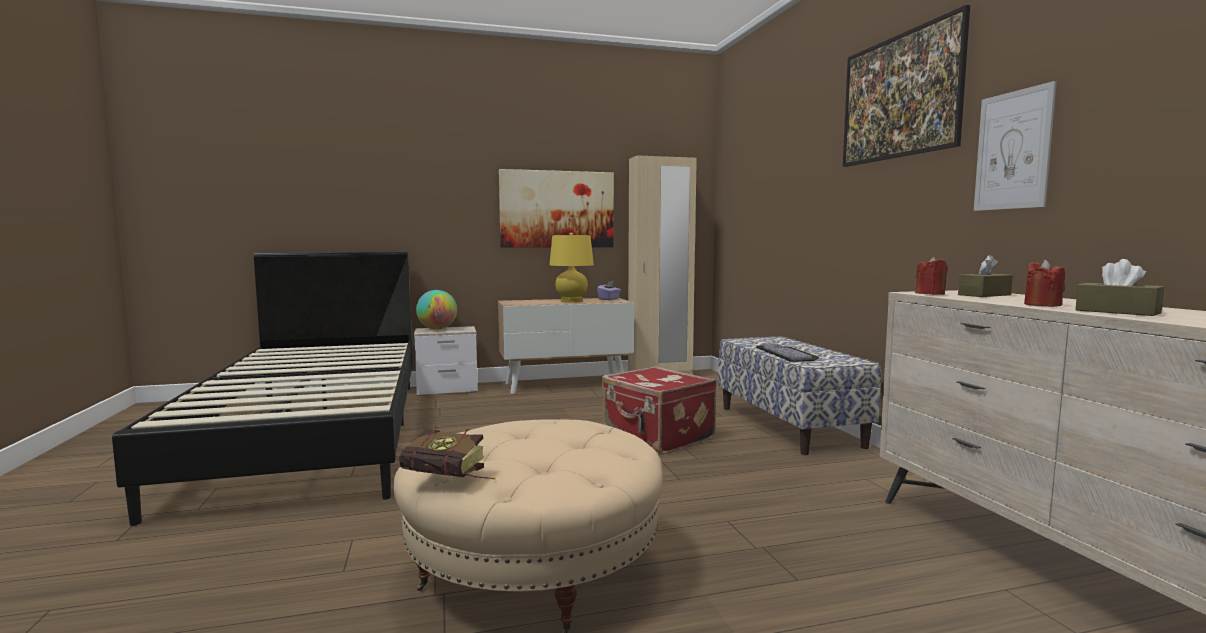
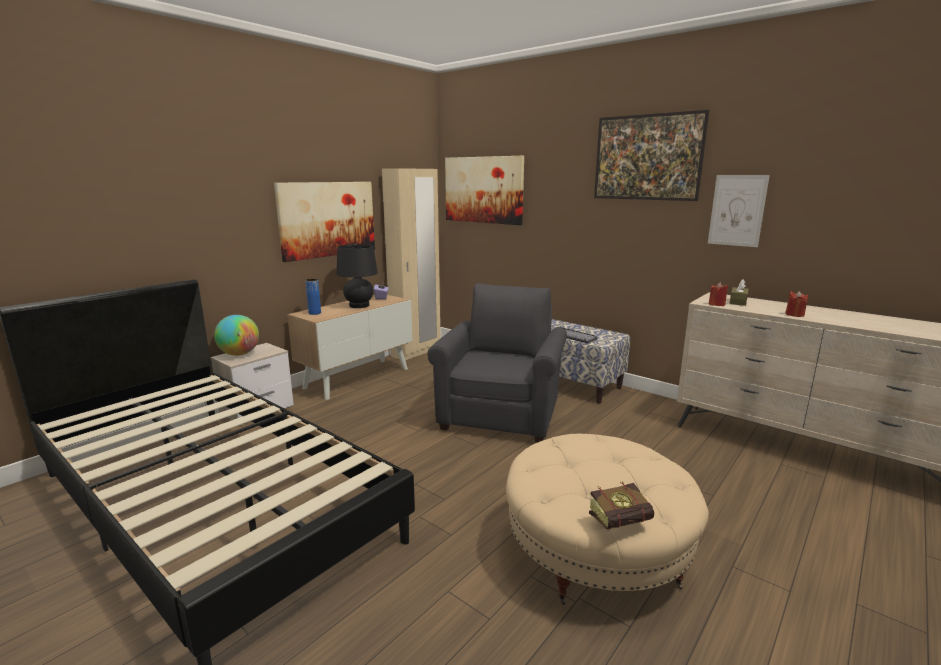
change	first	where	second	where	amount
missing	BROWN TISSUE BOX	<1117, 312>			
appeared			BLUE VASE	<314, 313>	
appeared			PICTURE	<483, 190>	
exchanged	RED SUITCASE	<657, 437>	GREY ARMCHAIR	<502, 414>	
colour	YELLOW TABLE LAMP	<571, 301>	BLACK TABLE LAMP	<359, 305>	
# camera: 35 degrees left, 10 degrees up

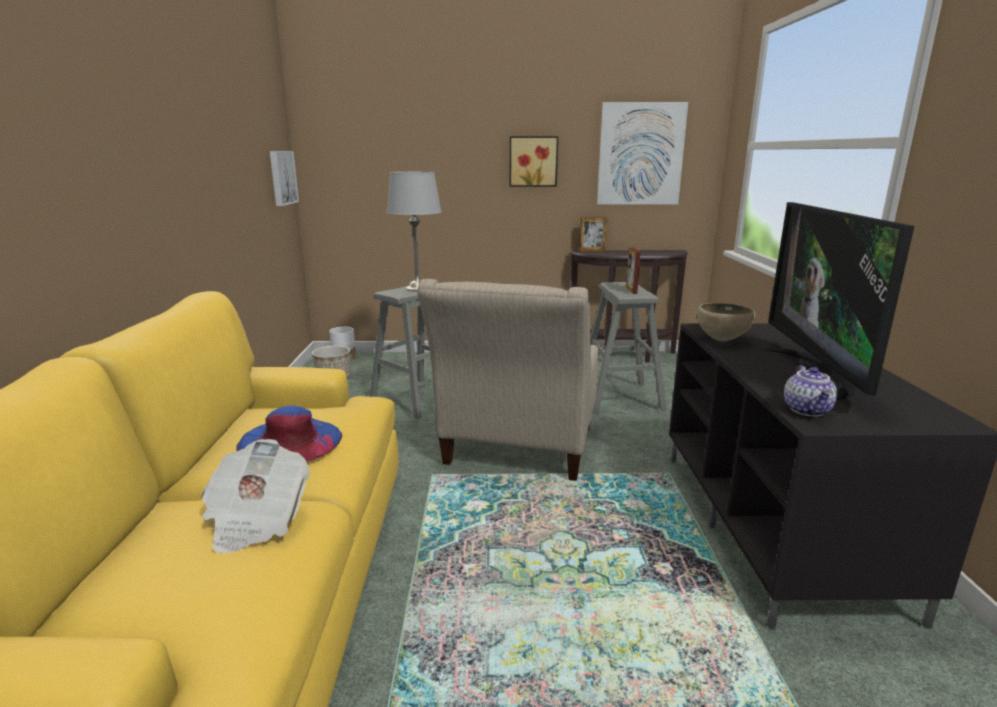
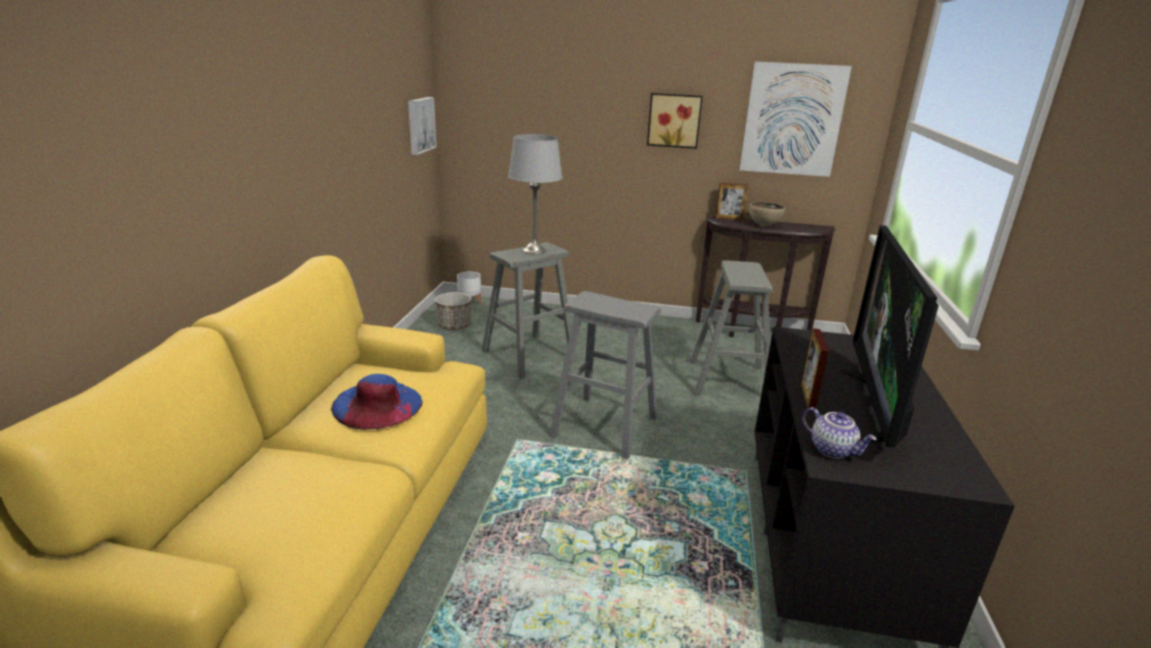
change	first	where	second	where	amount
missing	NEWSPAPER	<256, 519>			
relocated	PICTURE FRAME	<631, 290>		<808, 397>	
relocated	BROWN BOWL	<722, 340>		<764, 226>	
exchanged	BEIGE ARMCHAIR	<517, 451>	GREY STOOL	<604, 426>	
spun	TEAPOT	<808, 410>		<833, 450>	60 degrees counterclockwise
# camera: 10 degrees right, 5 degrees up

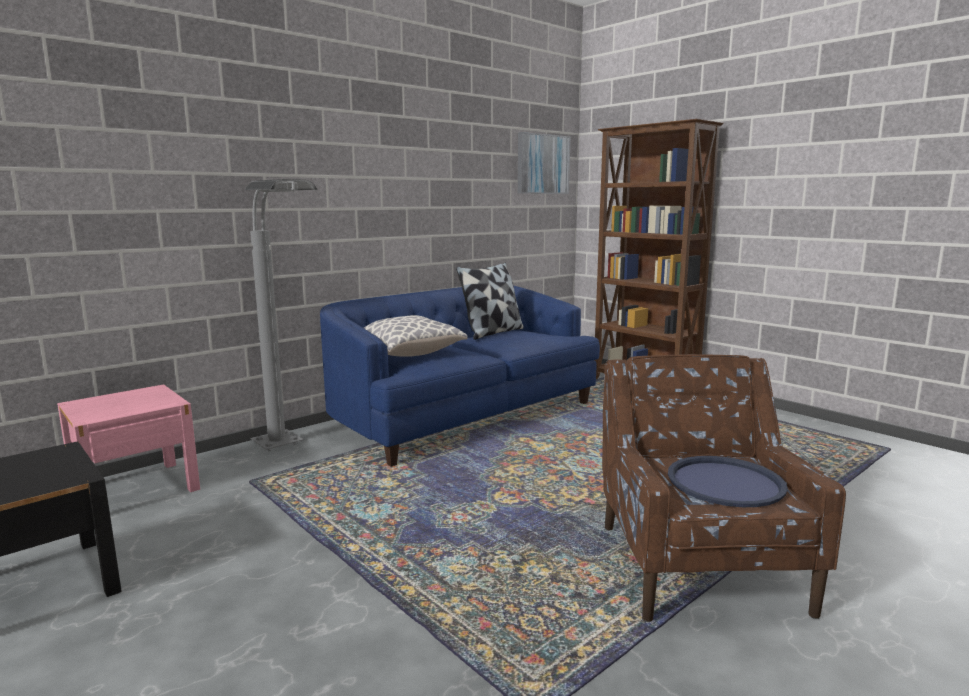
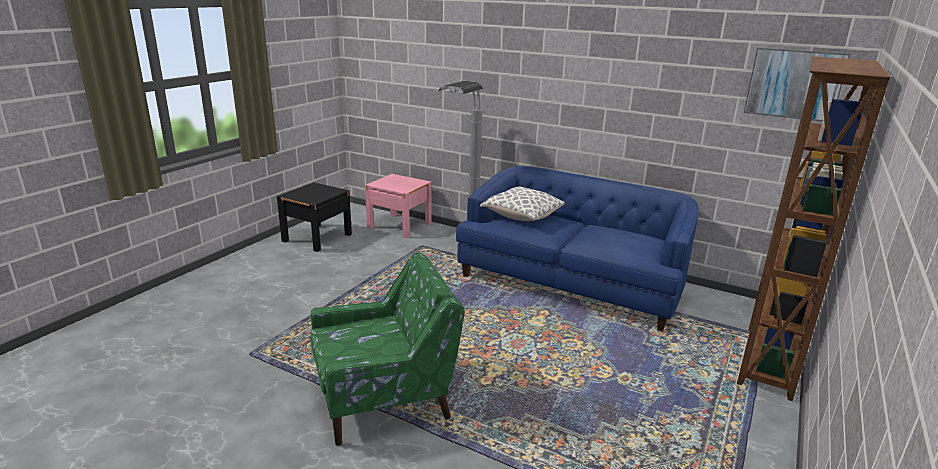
change	first	where	second	where	amount
missing	PILLOW	<492, 332>			
missing	BLUE TRAY	<725, 482>			
colour	BROWN ARMCHAIR	<698, 565>	GREEN ARMCHAIR	<385, 398>	
# camera: 70 degrees right, 10 degrees up

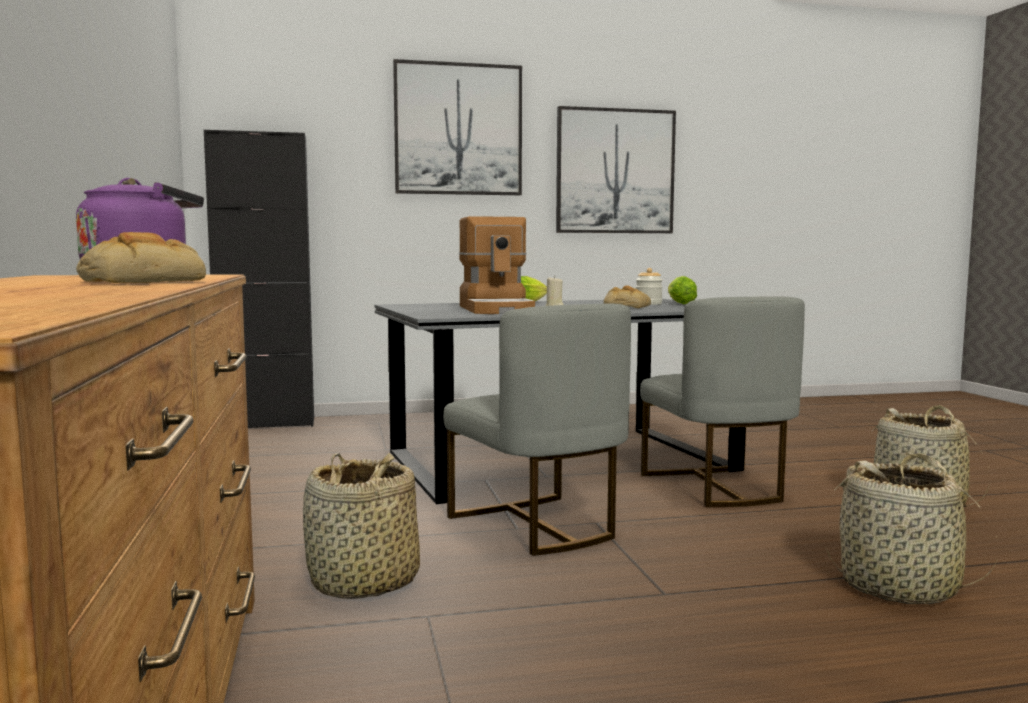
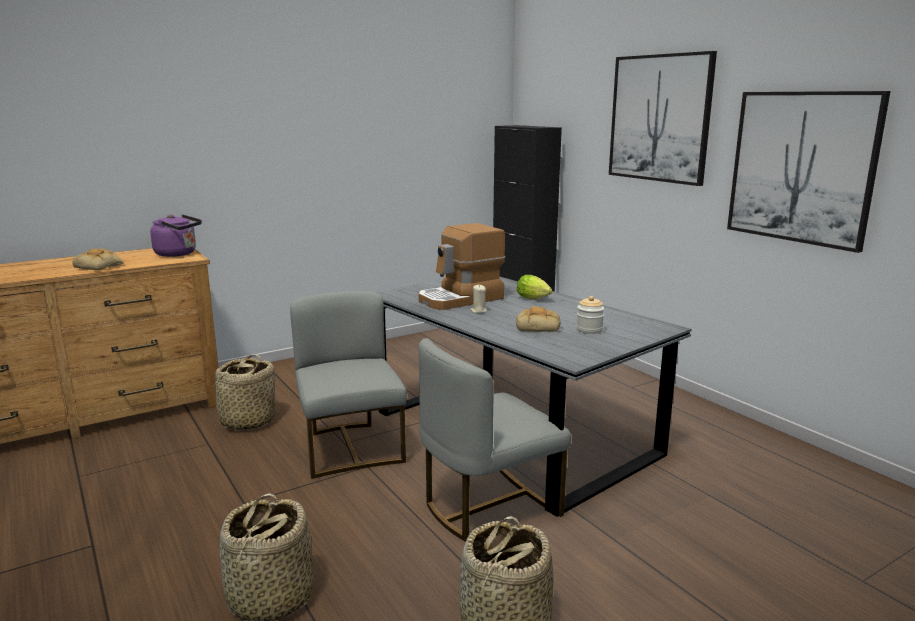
change	first	where	second	where	amount
missing	LETTUCE	<679, 303>			
spun	GREY CHAIR	<537, 526>		<350, 448>	120 degrees clockwise
# camera: 70 degrees right, 10 degrees up

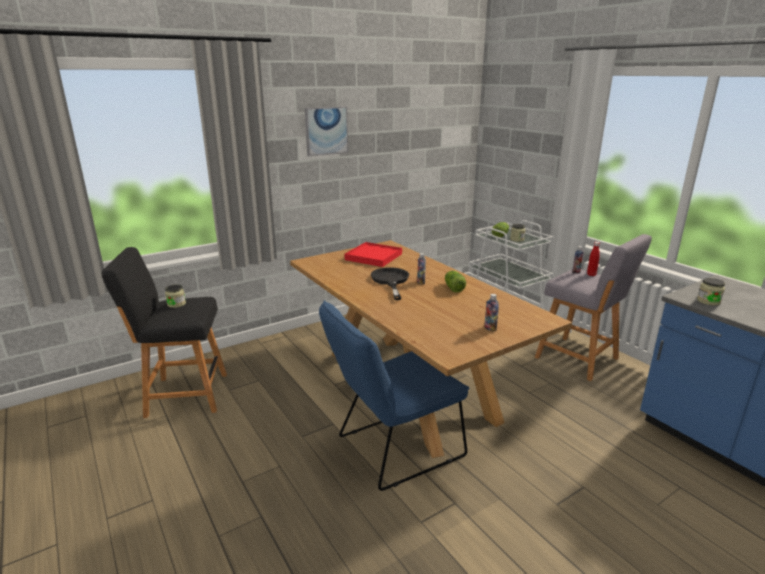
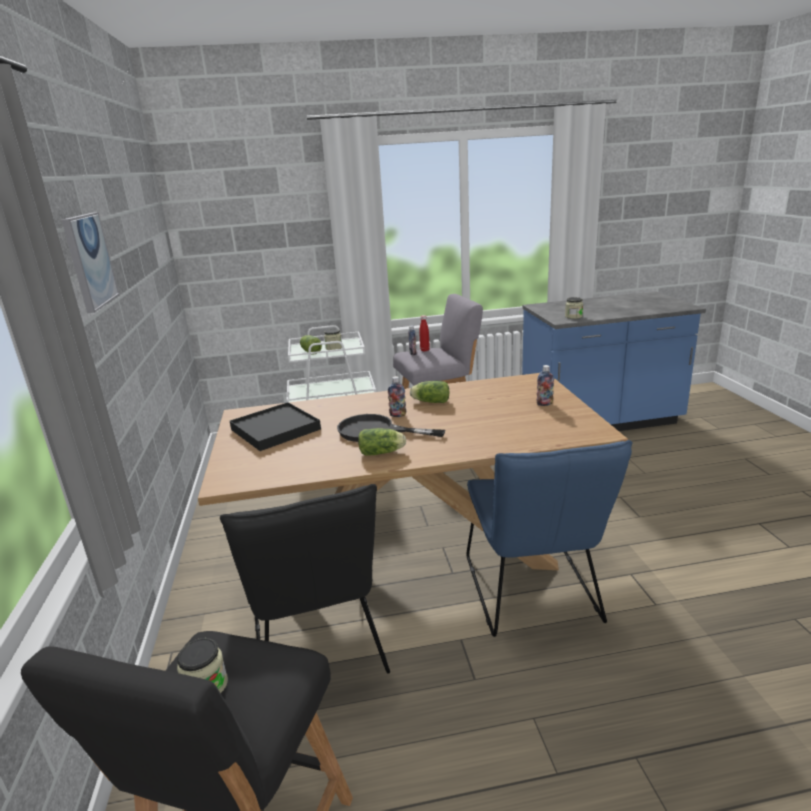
change	first	where	second	where	amount
appeared			BLACK CHAIR	<319, 650>	
appeared			LETTUCE	<383, 452>	
colour	RED TRAY	<373, 257>	BLACK TRAY	<276, 429>	
# camera: 65 degrees left, 0 degrees up

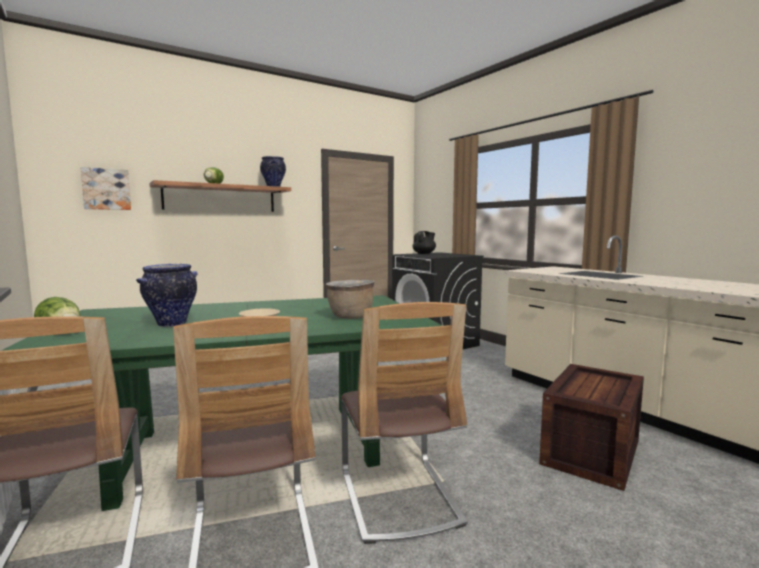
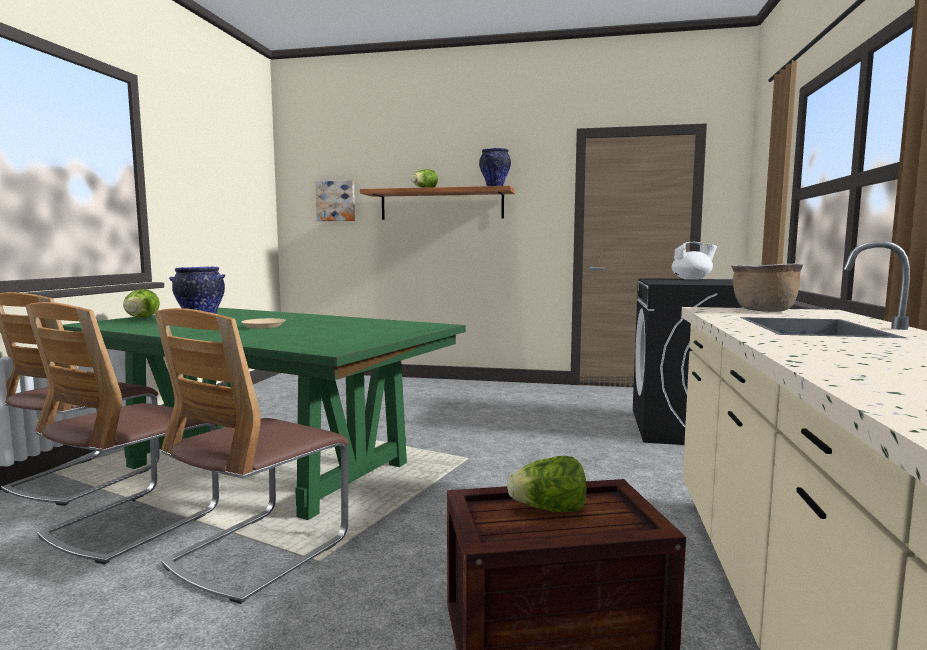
change	first	where	second	where	amount
appeared			LETTUCE	<549, 510>	
relocated	BROWN COOKING POT	<350, 317>		<763, 311>	
colour	BLACK TEAPOT	<424, 253>	WHITE TEAPOT	<692, 279>	
# camera: 45 degrees right, 0 degrees up

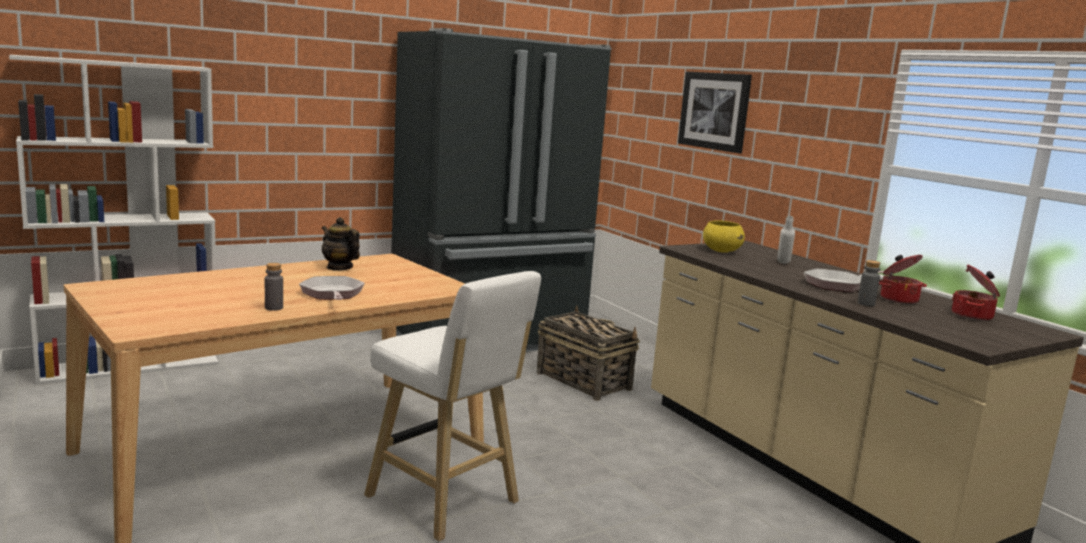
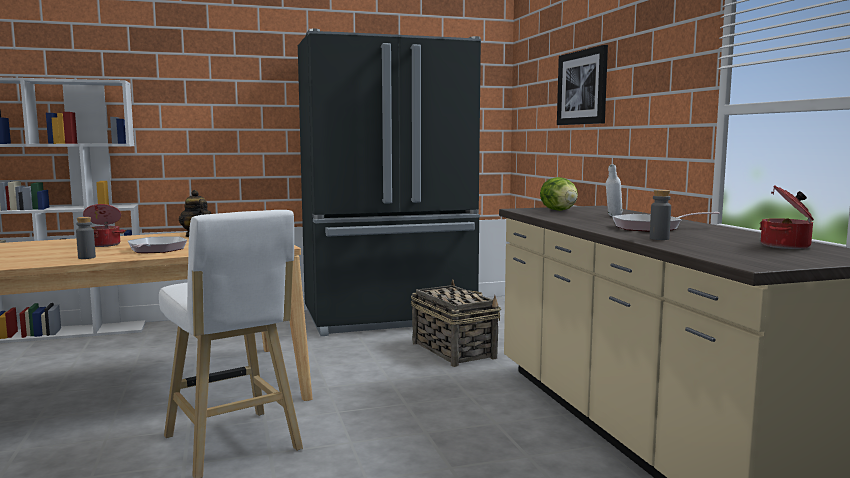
change	first	where	second	where	amount
relocated	COOKING POT	<898, 299>		<104, 244>	
exchanged	YELLOW BOWL	<721, 251>	LETTUCE	<559, 210>	
# camera: 15 degrees right, 5 degrees down

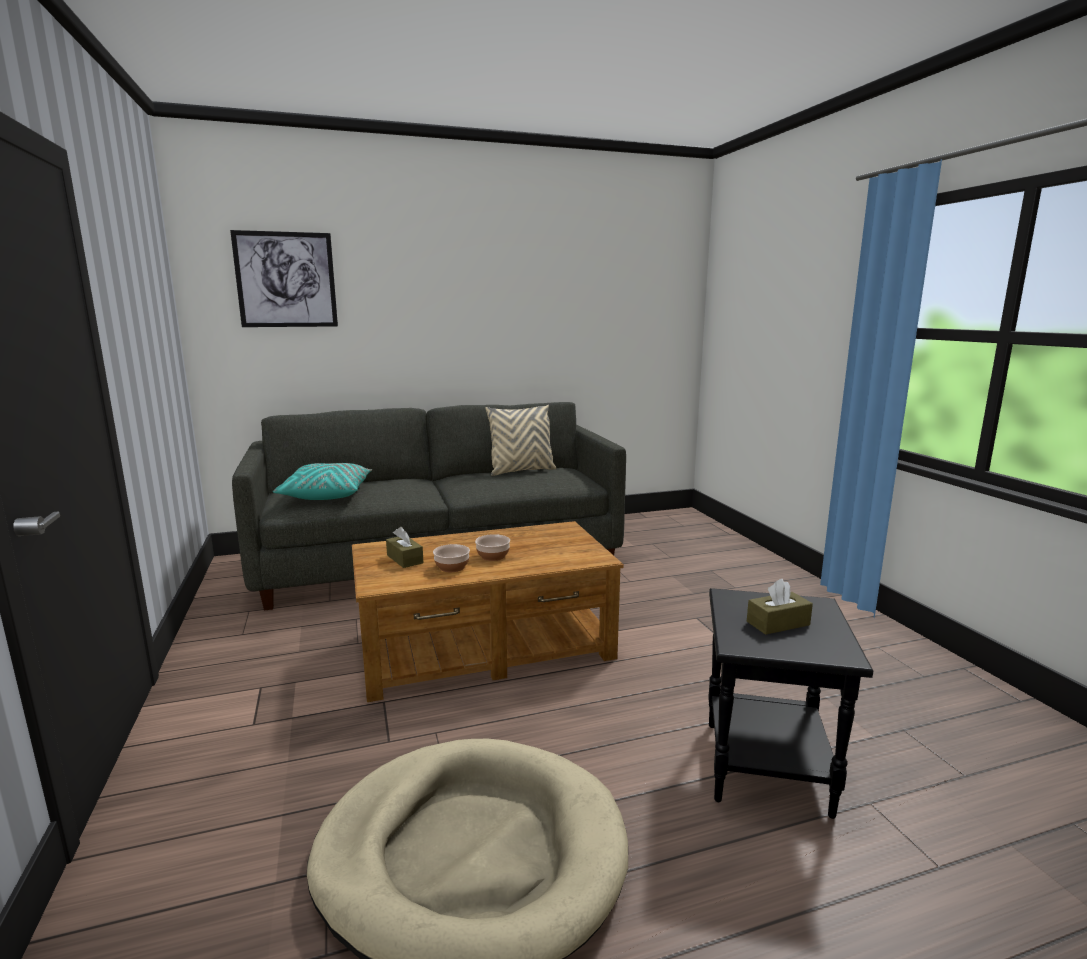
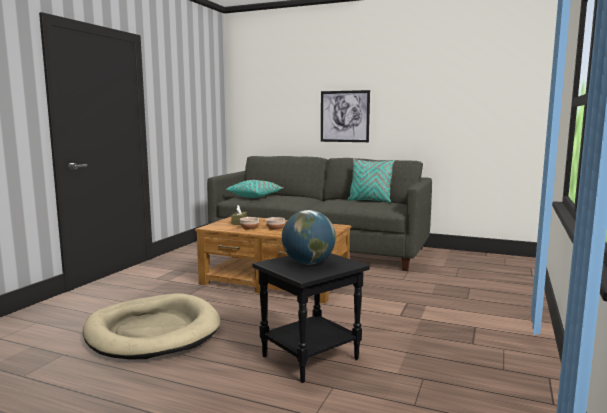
change	first	where	second	where	amount
relocated	PICTURE	<286, 280>		<344, 116>	
exchanged	BROWN TISSUE BOX	<778, 623>	GLOBE	<308, 263>	
colour	BEIGE PILLOW	<521, 471>	TURQUOISE PILLOW	<370, 201>	
# camera: 40 degrees right, 5 degrees down

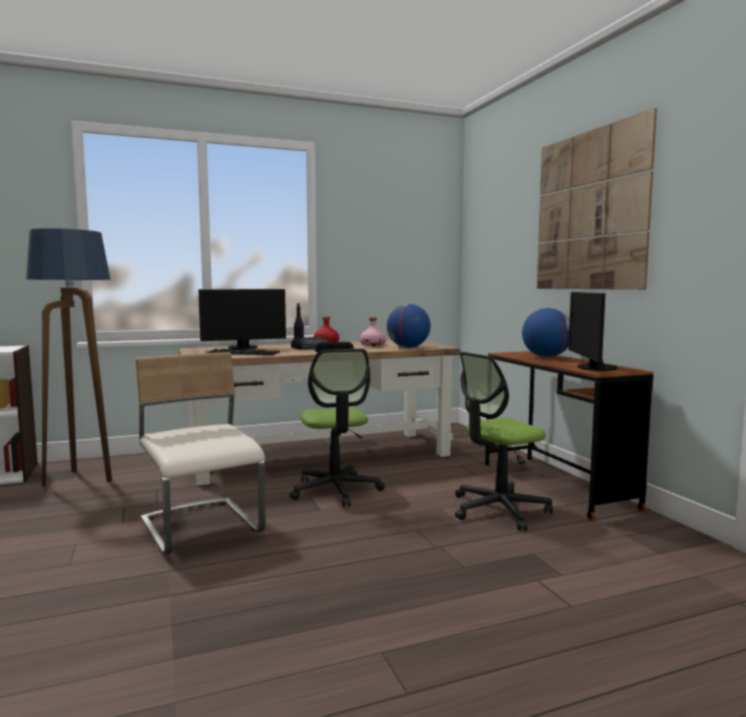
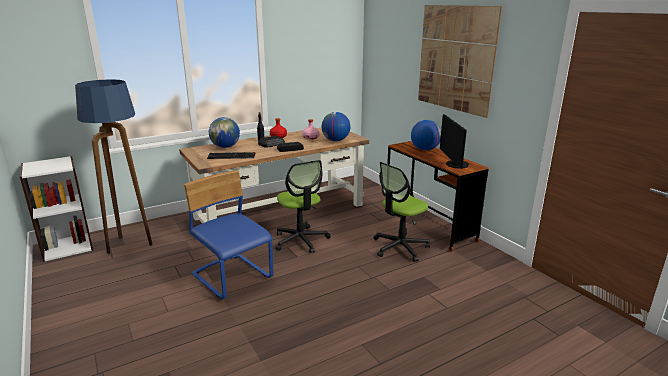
change	first	where	second	where	amount
exchanged	MONITOR	<243, 348>	GLOBE	<225, 147>	
colour	BEIGE CHAIR	<202, 528>	BLUE CHAIR	<232, 277>	
# camera: 10 degrees left, 15 degrees up

